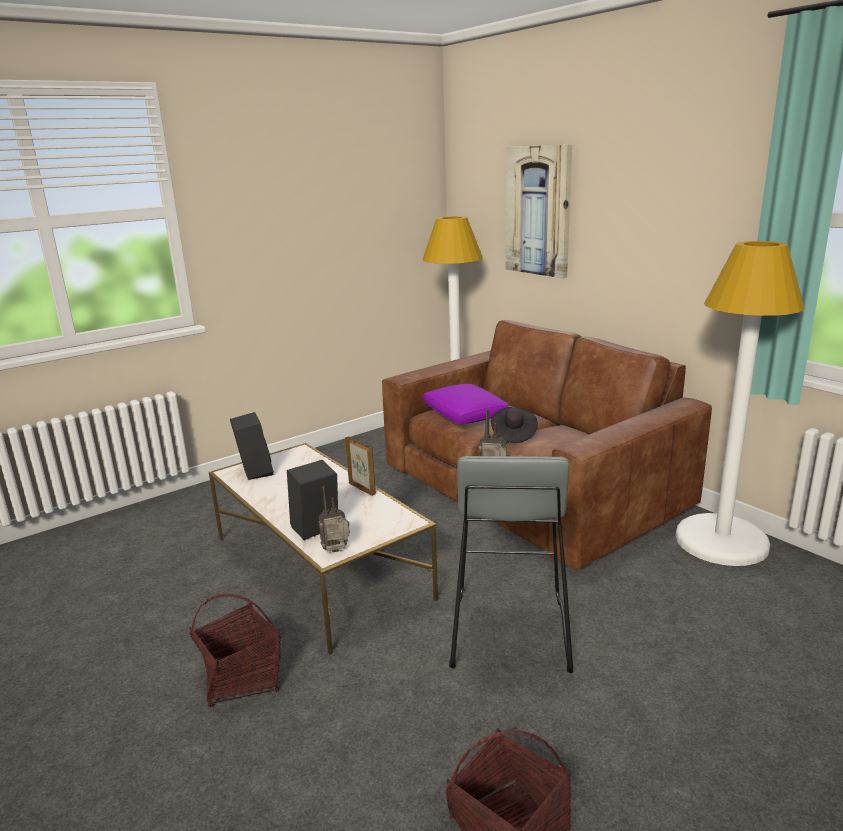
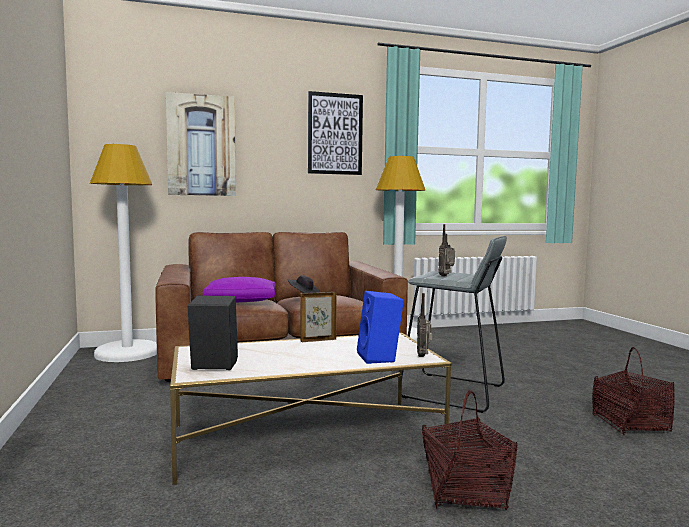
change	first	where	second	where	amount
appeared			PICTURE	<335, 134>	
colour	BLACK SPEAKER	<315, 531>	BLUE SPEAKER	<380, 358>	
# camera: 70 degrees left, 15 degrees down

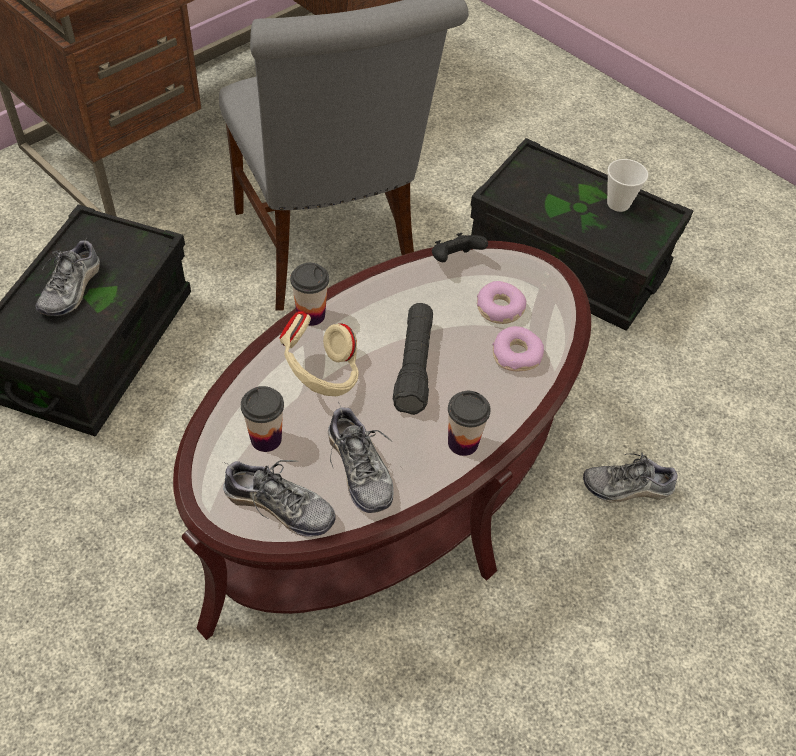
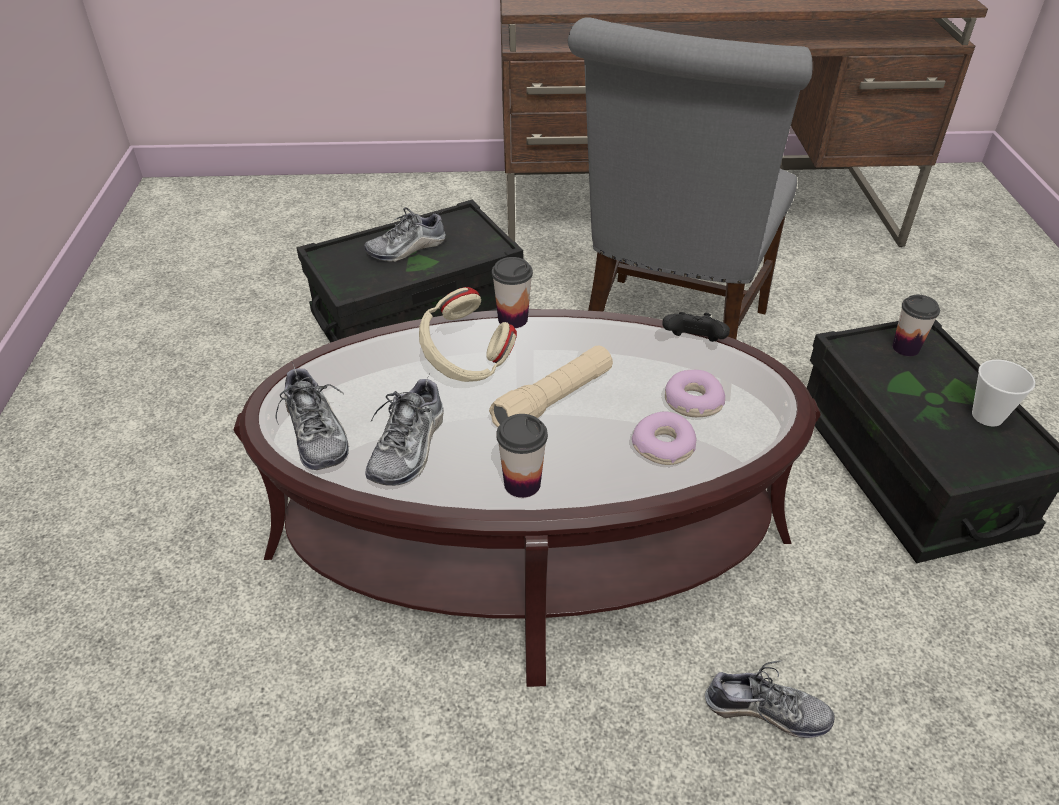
change	first	where	second	where	amount
relocated	CUP	<266, 439>		<905, 348>	
colour	BLACK FLASHLIGHT	<414, 366>	BEIGE FLASHLIGHT	<554, 401>	
spun	SHOE	<627, 487>		<766, 711>	150 degrees clockwise
# camera: 45 degrees right, 10 degrees down

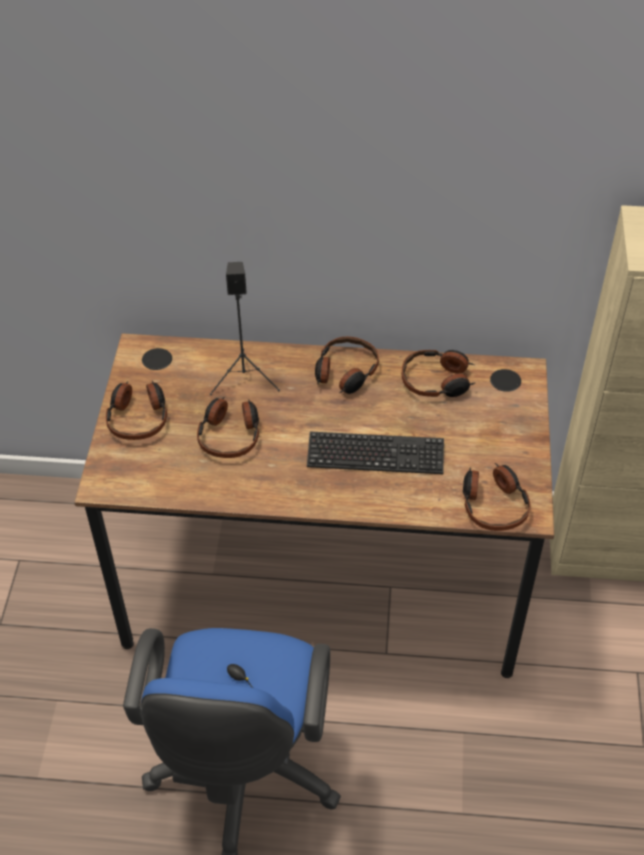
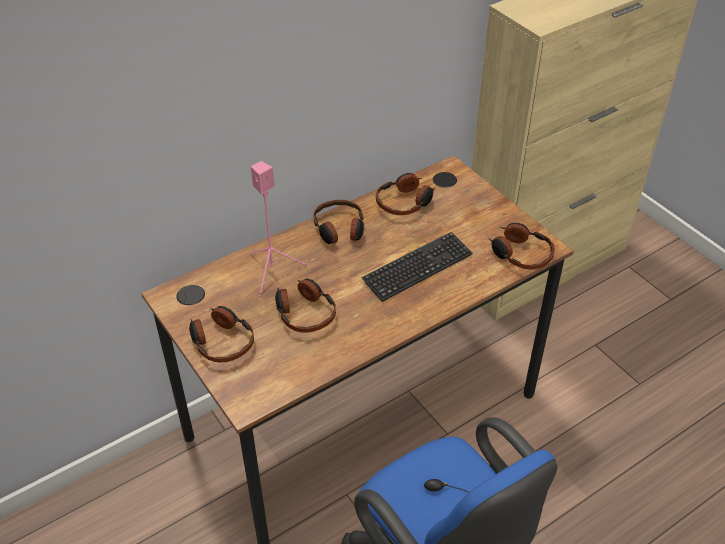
change	first	where	second	where	amount
colour	BLACK SPEAKER	<245, 378>	PINK SPEAKER	<273, 270>	
# camera: 40 degrees left, 5 degrees down

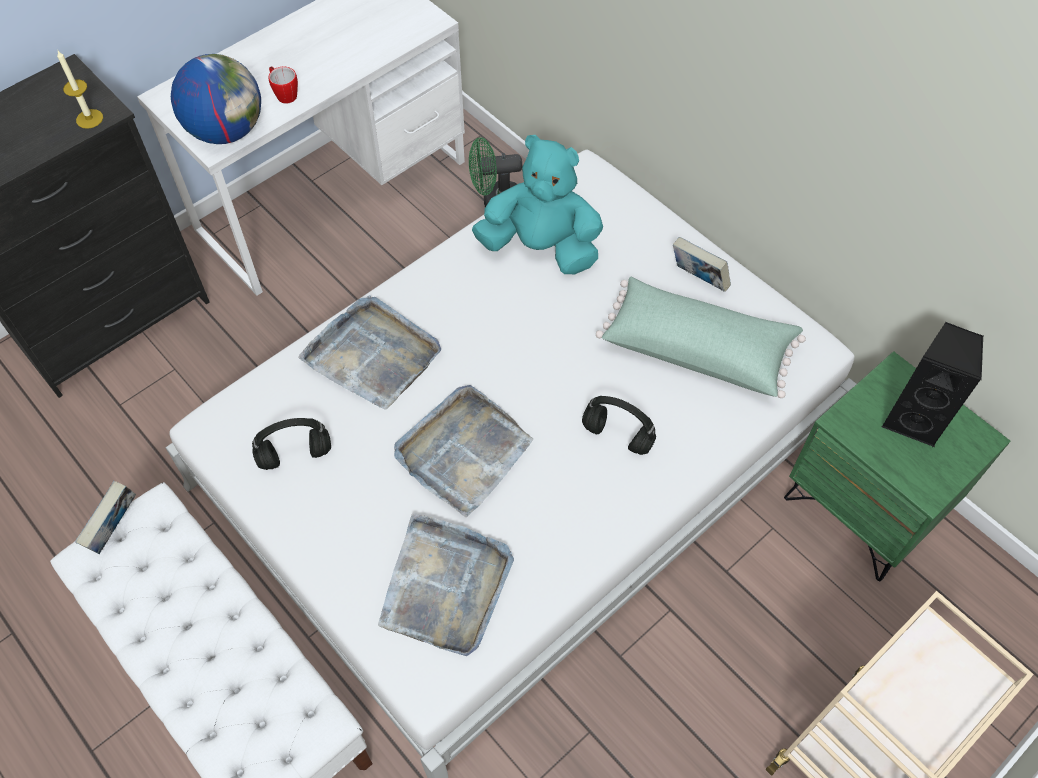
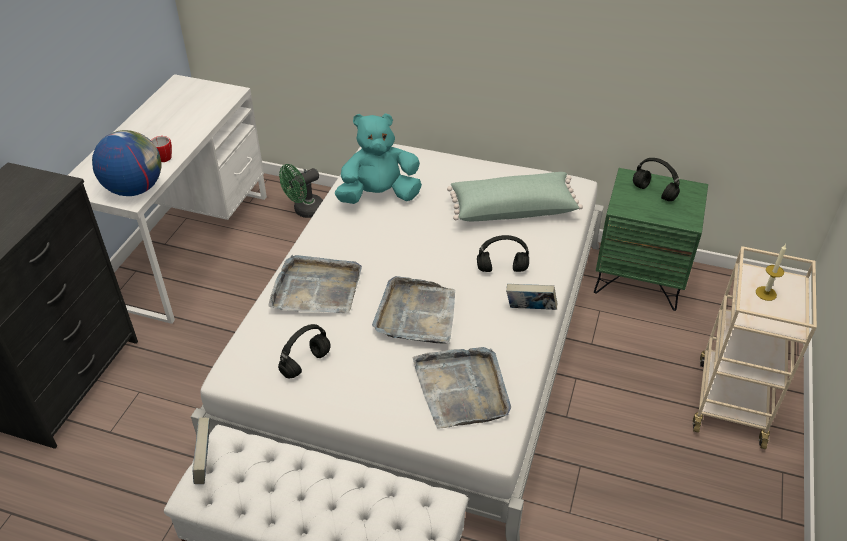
change	first	where	second	where	amount
relocated	CANDLE	<89, 119>		<766, 293>	
relocated	BOOK	<698, 279>		<530, 310>	
exchanged	BLACK SPEAKER	<914, 419>	BLACK HEADPHONES	<655, 193>	
# camera: 30 degrees left, 15 degrees down

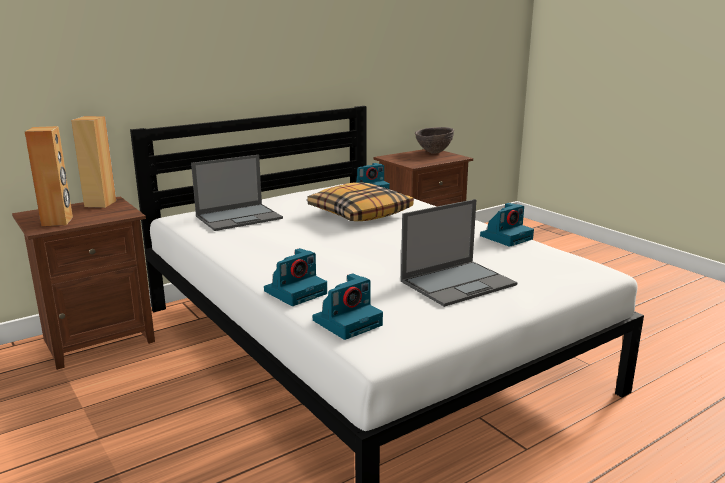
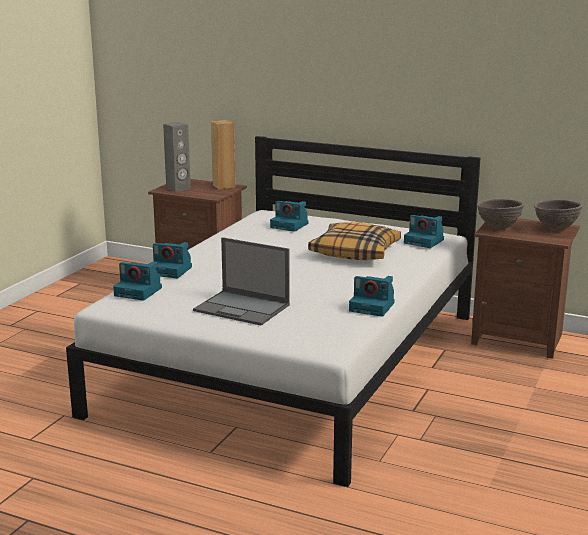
change	first	where	second	where	amount
appeared			BROWN BOWL	<498, 228>	
exchanged	LAPTOP	<240, 217>	PHOTO CAMERA	<290, 225>	
colour	BROWN SPEAKER	<57, 221>	GREY SPEAKER	<178, 189>	
# camera: 60 degrees right, 0 degrees up

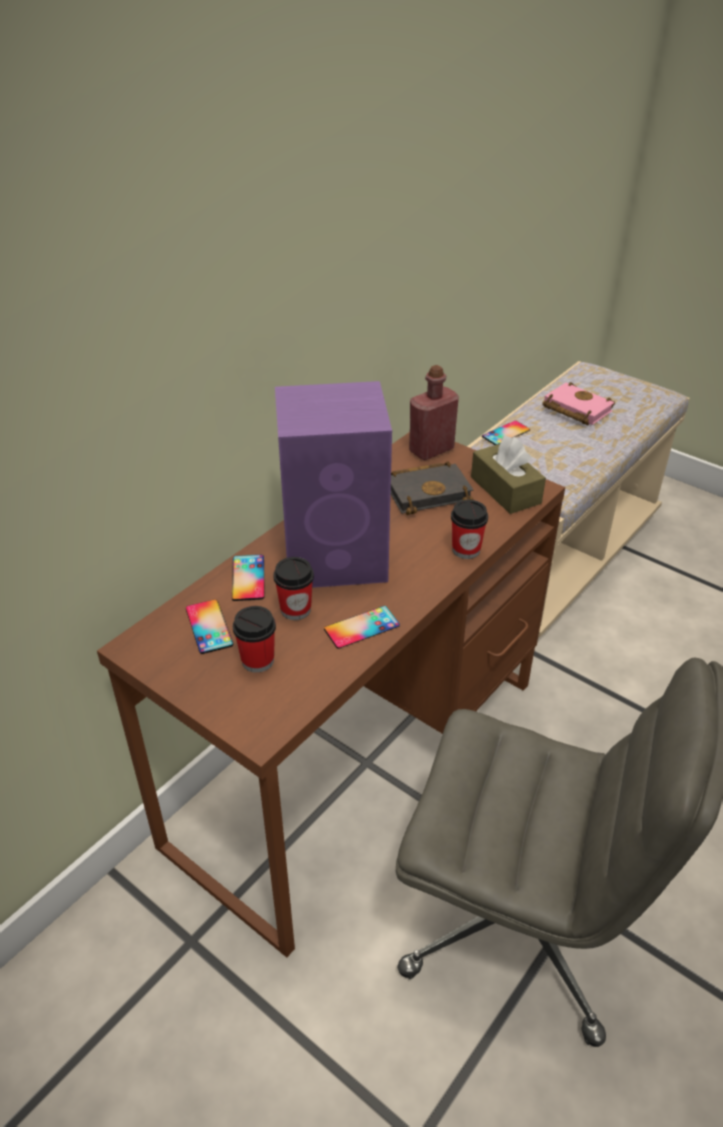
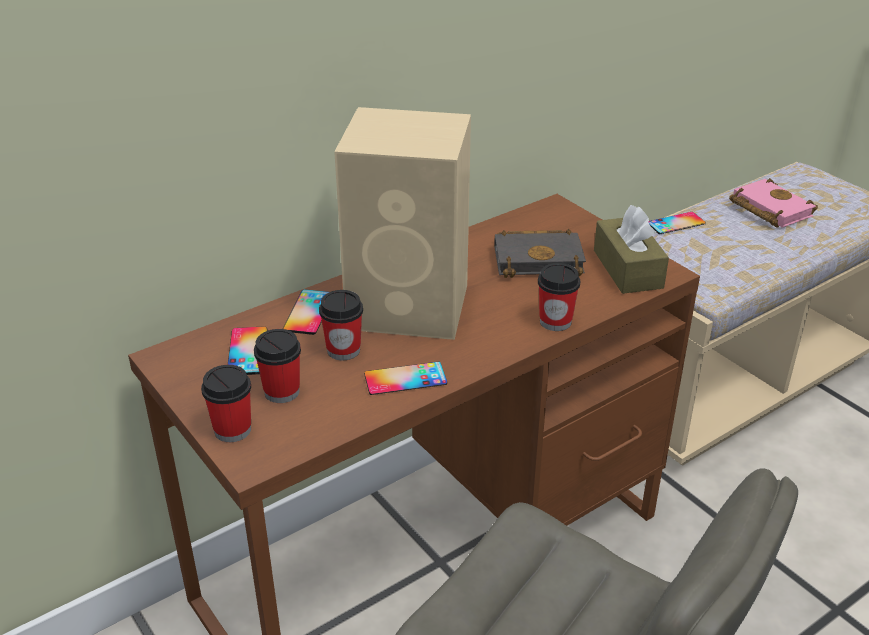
change	first	where	second	where	amount
missing	RED BOTTLE	<431, 450>			
appeared			CUP	<232, 430>	
colour	PURPLE SPEAKER	<338, 557>	BEIGE SPEAKER	<411, 307>	
# camera: 15 degrees right, 5 degrees down

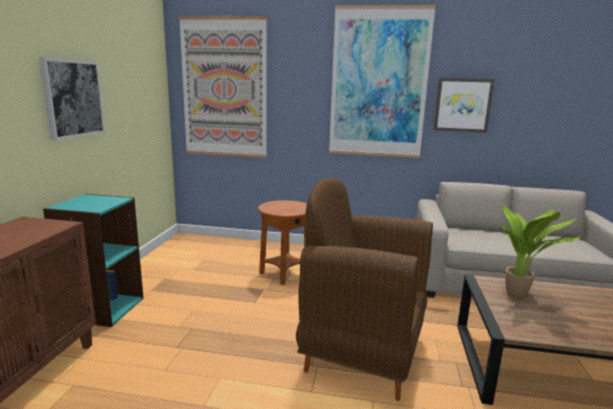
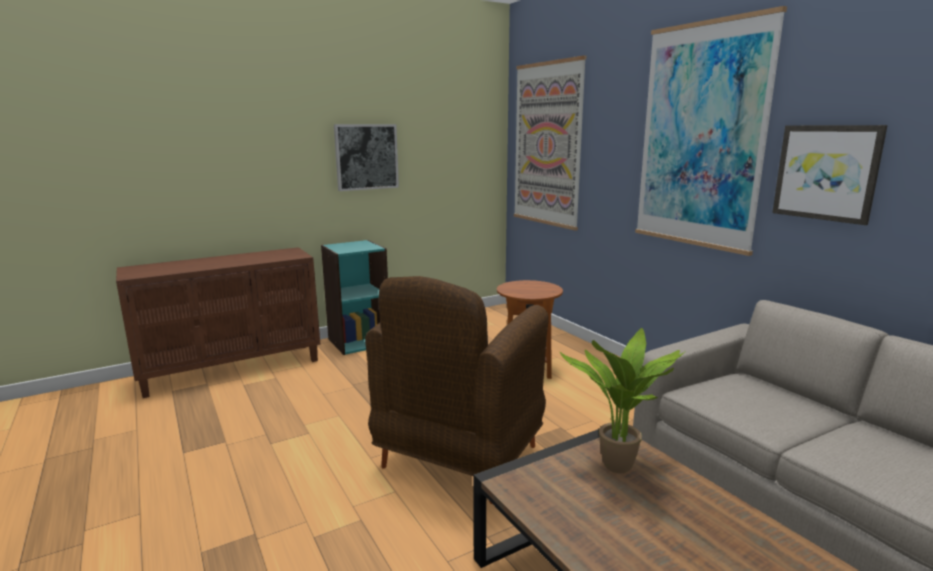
change	first	where	second	where	amount
spun	BROWN ARMCHAIR	<361, 353>		<458, 459>	135 degrees counterclockwise
# camera: 50 degrees right, 0 degrees up

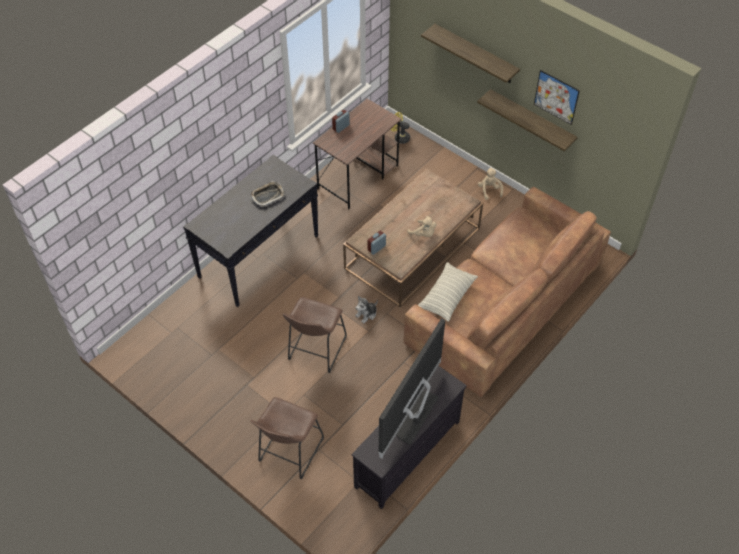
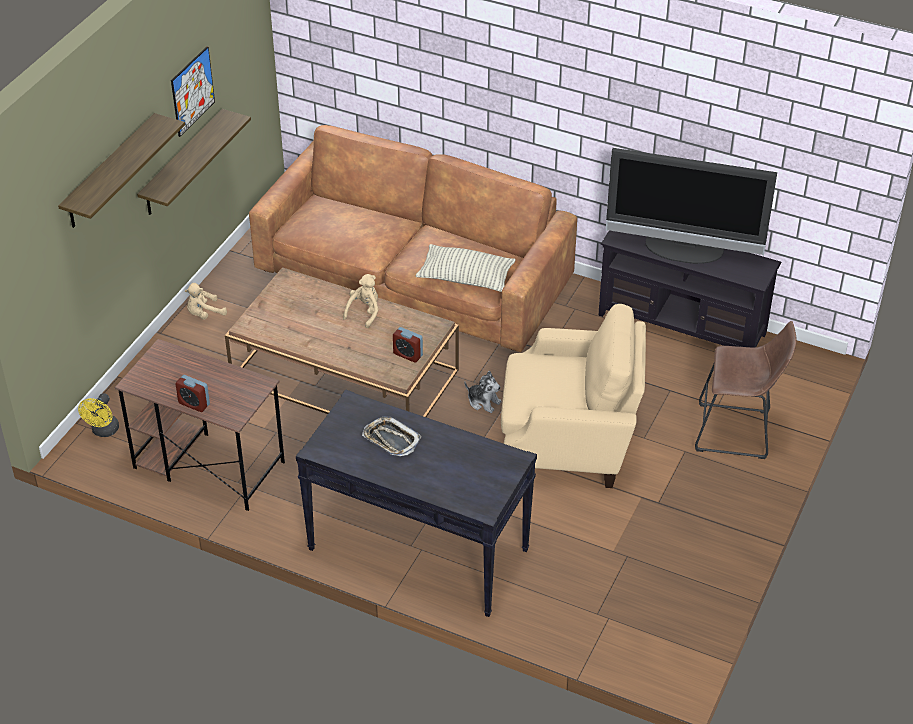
change	first	where	second	where	amount
exchanged	BROWN STOOL	<315, 351>	BEIGE ARMCHAIR	<568, 442>	
# camera: 105 degrees left, 10 degrees down

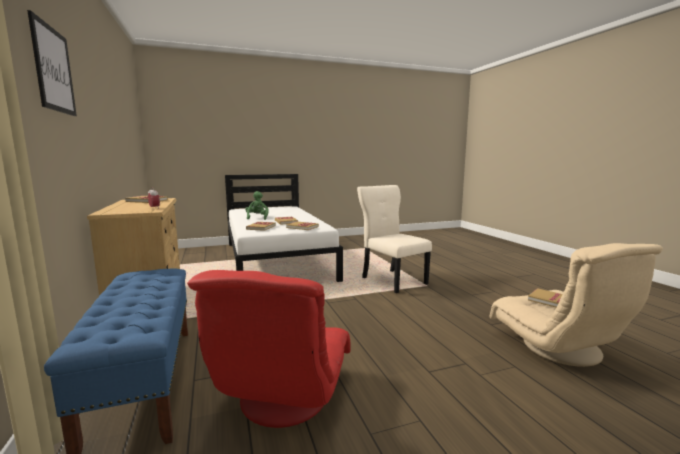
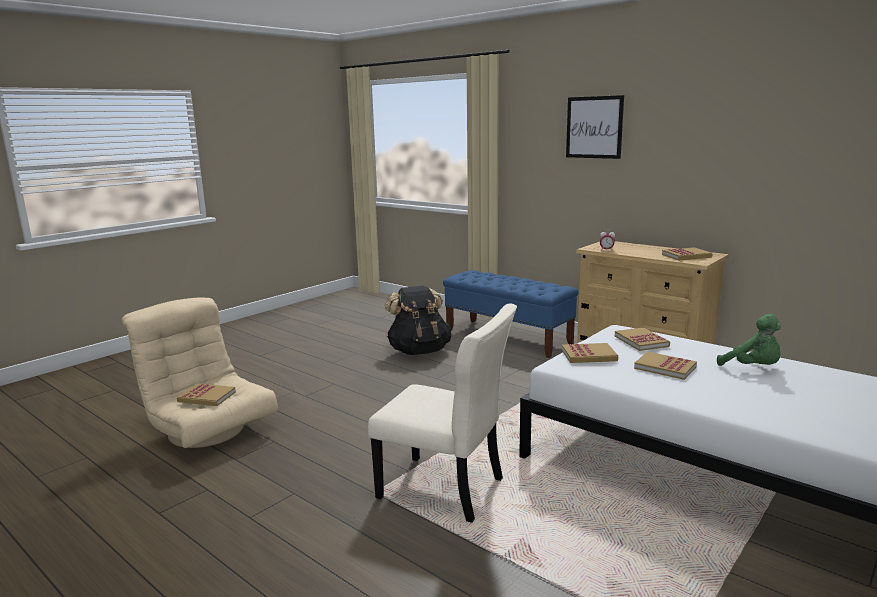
change	first	where	second	where	amount
exchanged	RED ARMCHAIR	<282, 398>	BLACK BACKPACK	<419, 351>	
# camera: 150 degrees right, 5 degrees up

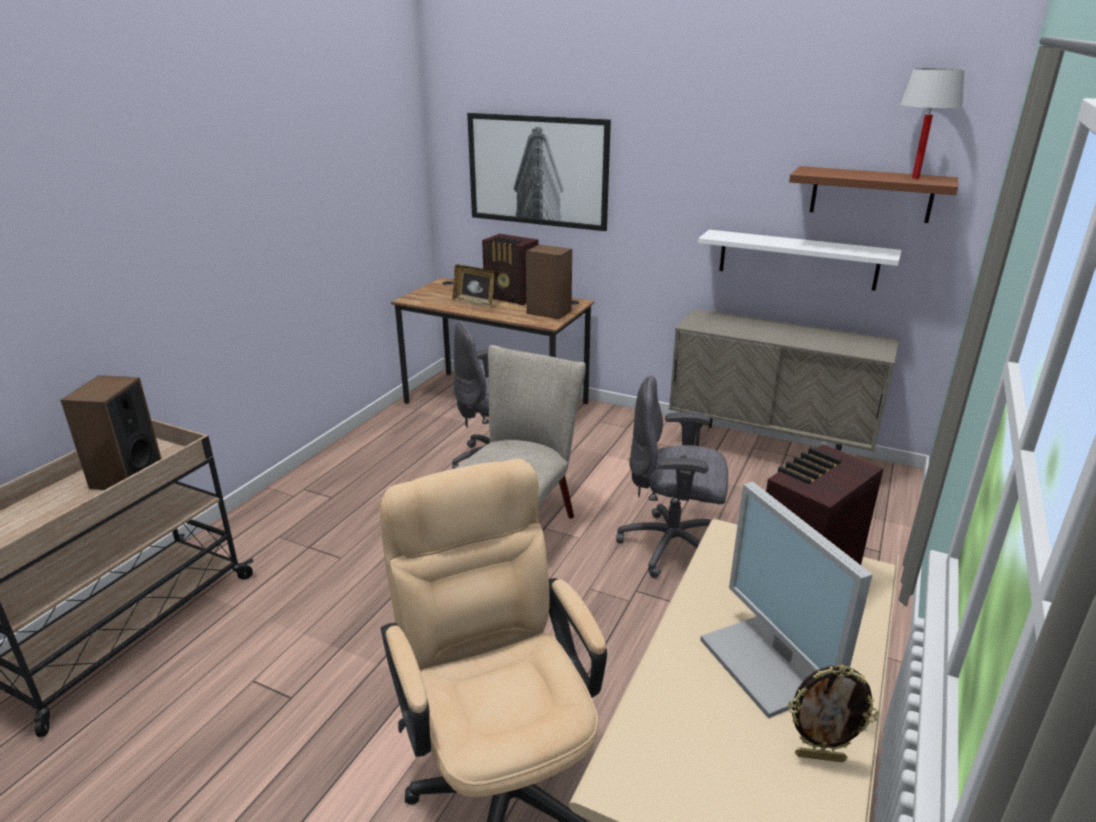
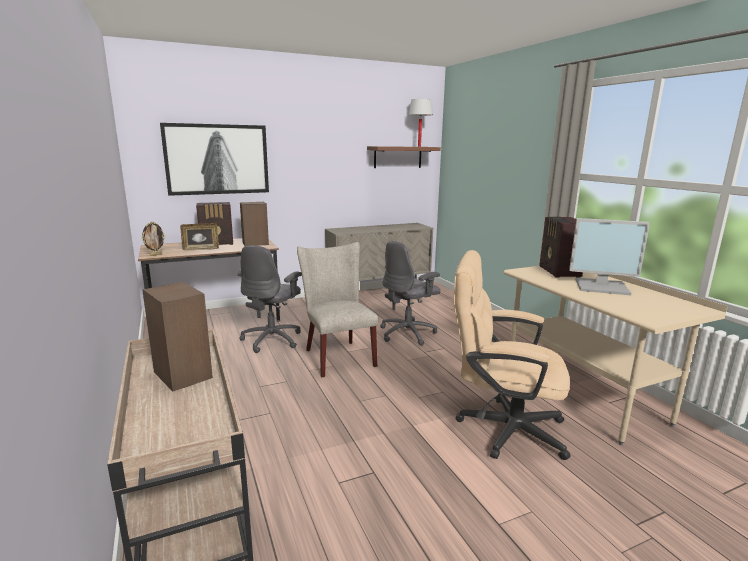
change	first	where	second	where	amount
missing	WHITE SHELF	<797, 259>			
relocated	PICTURE FRAME	<820, 756>		<155, 255>	
# camera: 50 degrees left, 10 degrees down

